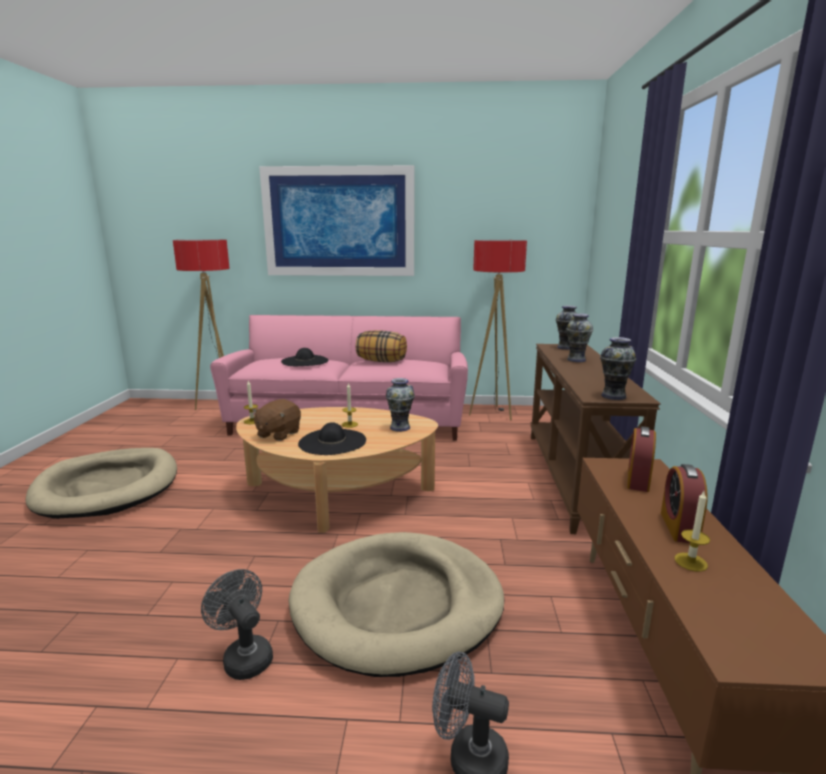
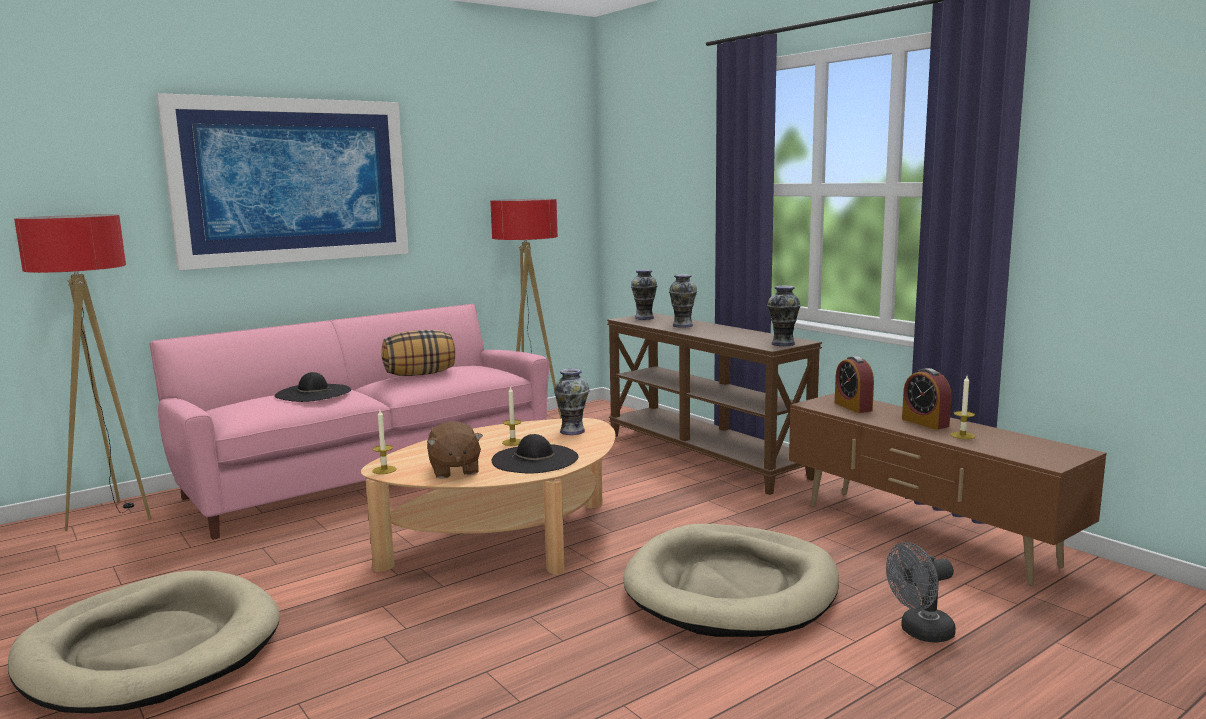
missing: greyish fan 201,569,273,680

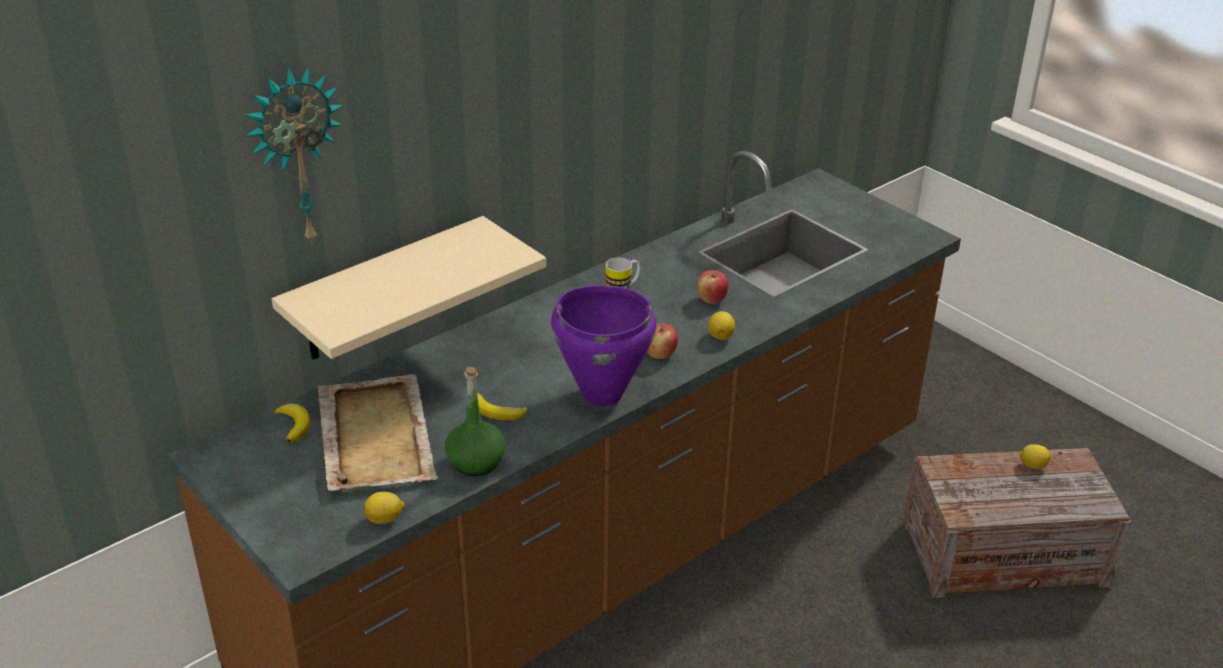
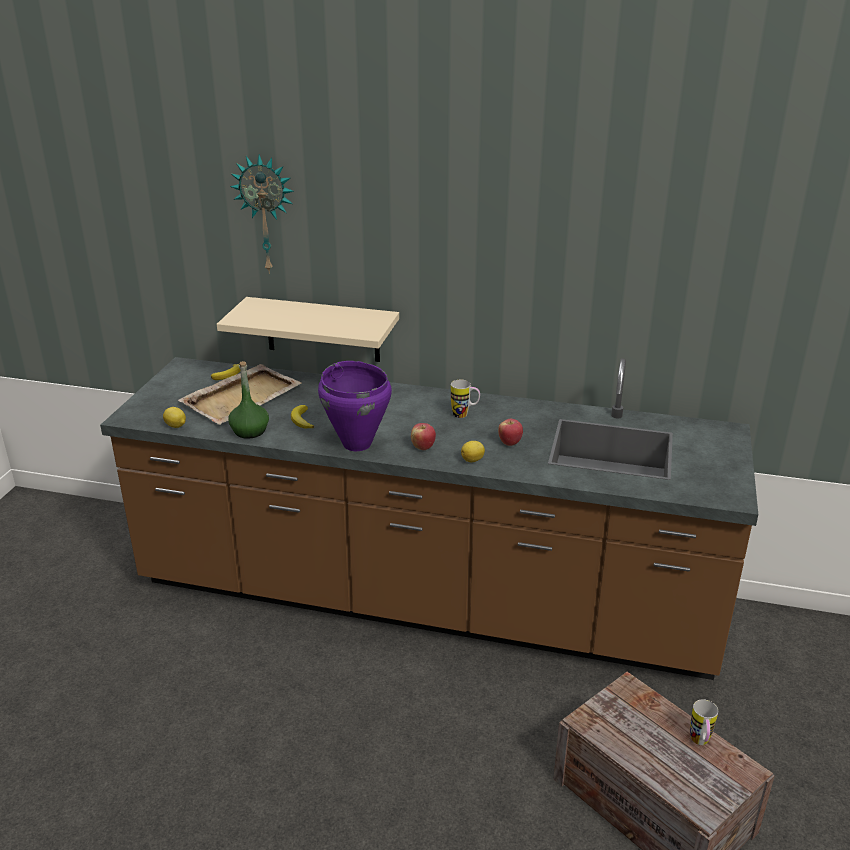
exchanged: lemon 1019,444,1051,469 to tea mug 690,699,718,745

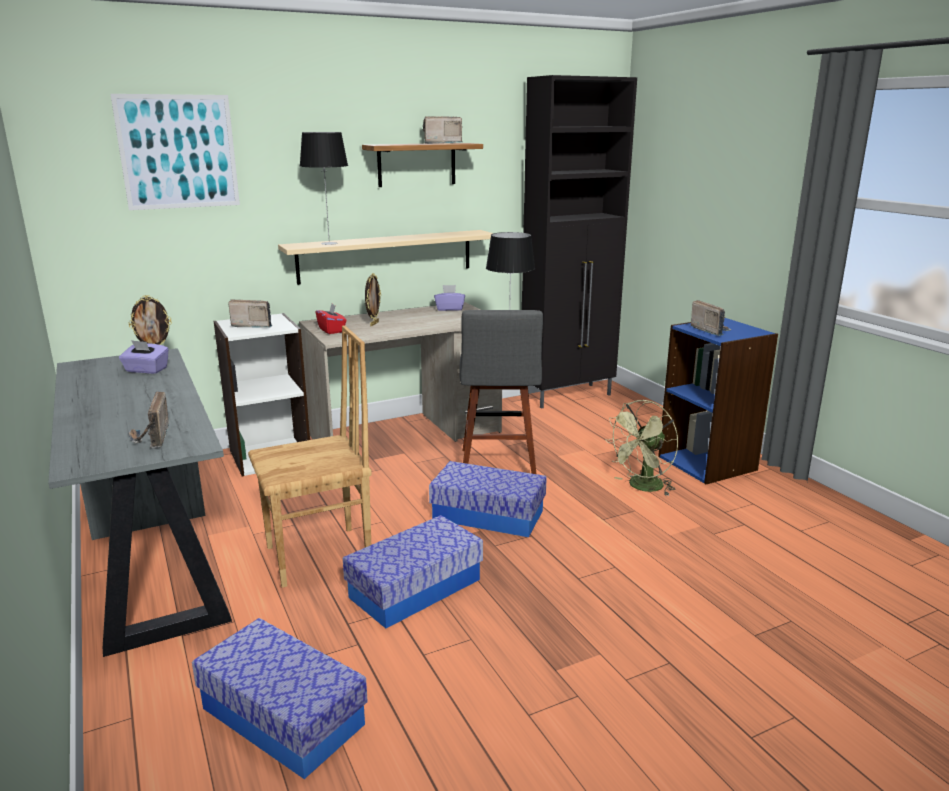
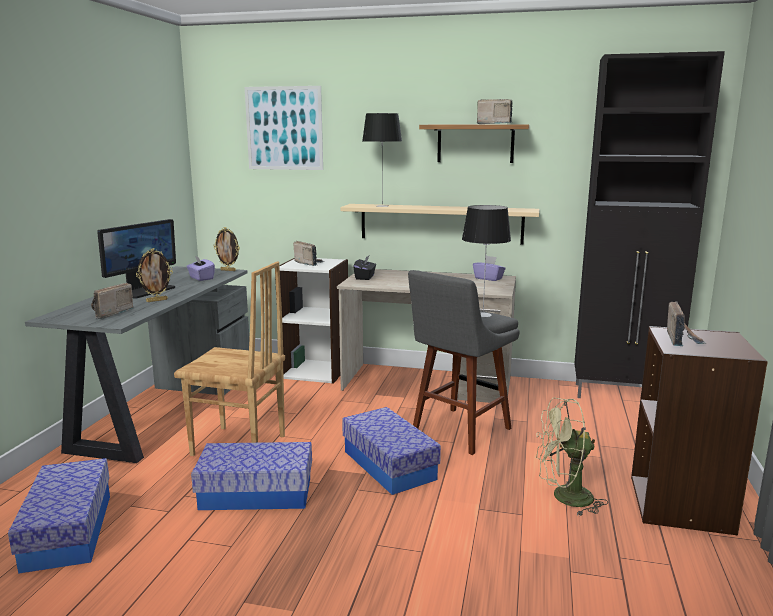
appeared: computer display 97,219,176,299
relocated: standing frame 365,273,381,326 to 136,248,173,302
colour: reddish box of tissues 316,304,346,334 to black-coloured box of tissues 353,255,376,280; blue-coloured shelving unit 658,317,778,484 to brown shelving unit 631,326,768,535

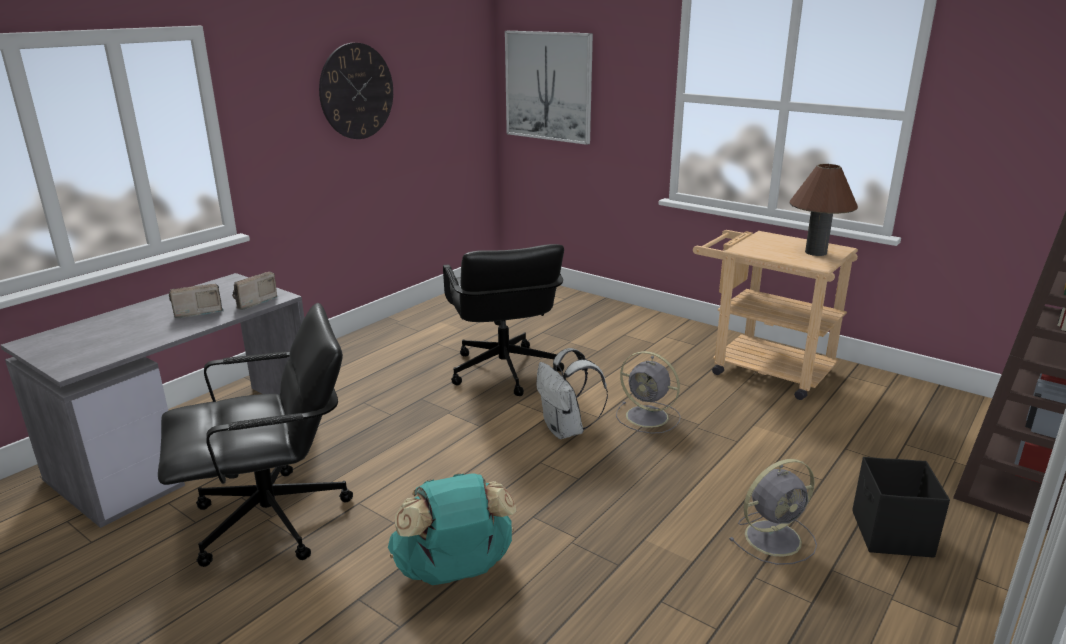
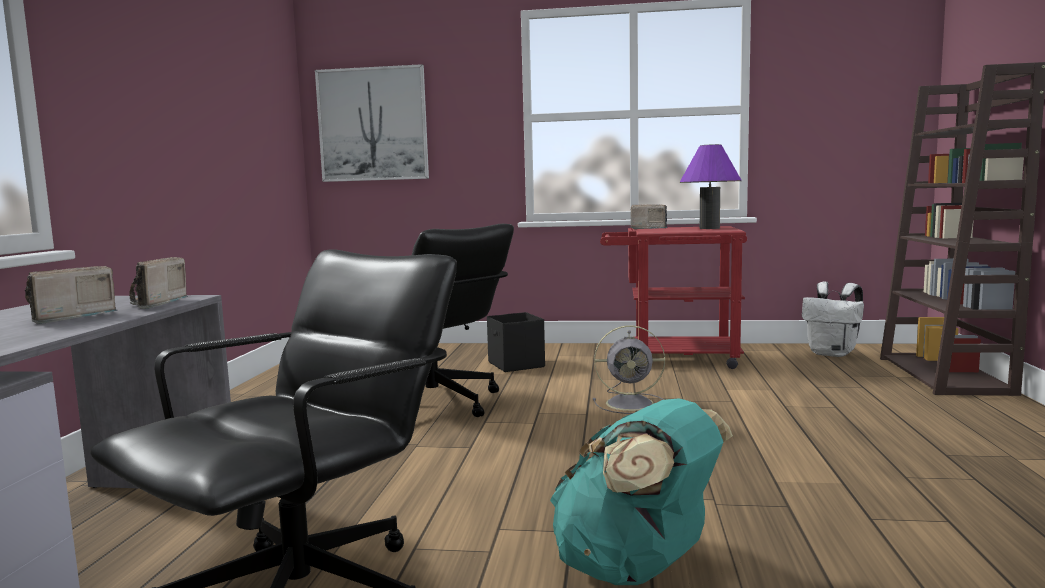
missing: hanging clock 319,43,393,139; greyish fan 729,459,817,565
appeared: radio set 631,204,668,229
relocated: whitish backpack 537,348,608,439 to 802,281,864,357; black-coloured storage box 852,457,950,557 to 487,312,545,372
colour: beige-coloured trolley 693,230,858,400 to reddish trolley 600,226,747,369; brown tabletop lamp 789,164,858,256 to purplish tabletop lamp 680,144,742,229

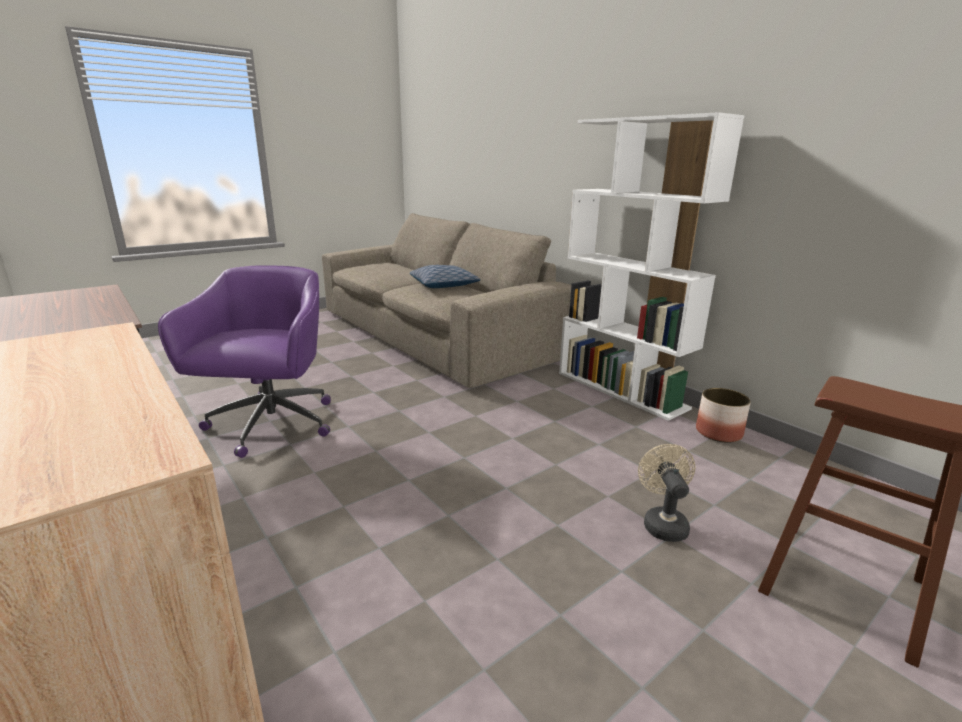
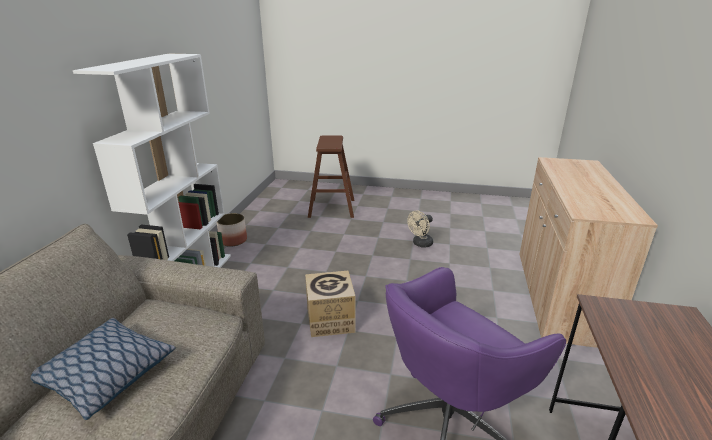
appeared: packing box 305,271,356,337
relocated: beige-coloured fan 638,444,696,542 to 407,210,433,247

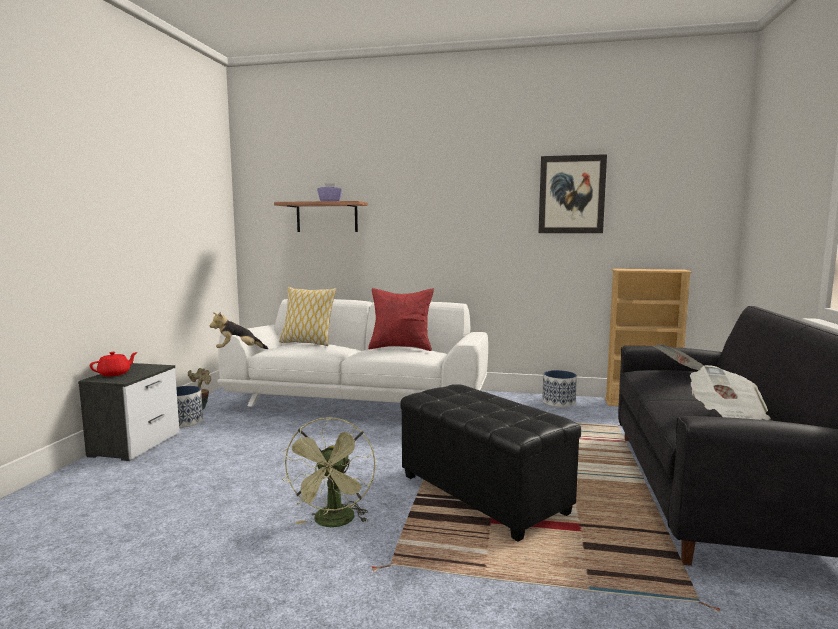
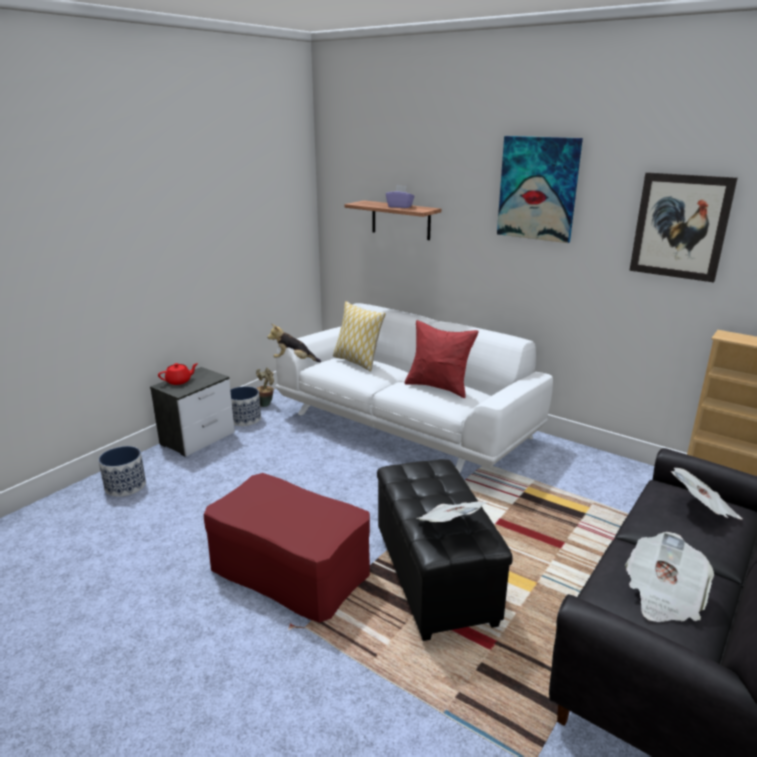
appeared: newspaper 416,501,488,522; wall picture 497,136,583,243
relocated: planter 542,370,577,407 to 99,446,146,497
exchanged: greenish fan 282,417,375,527 to reddish footrest 204,473,370,623

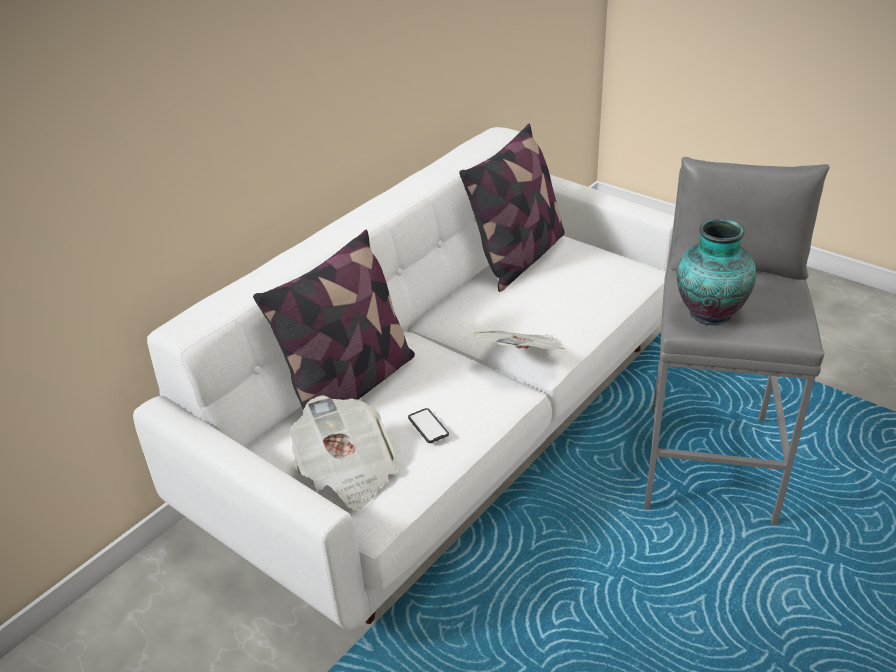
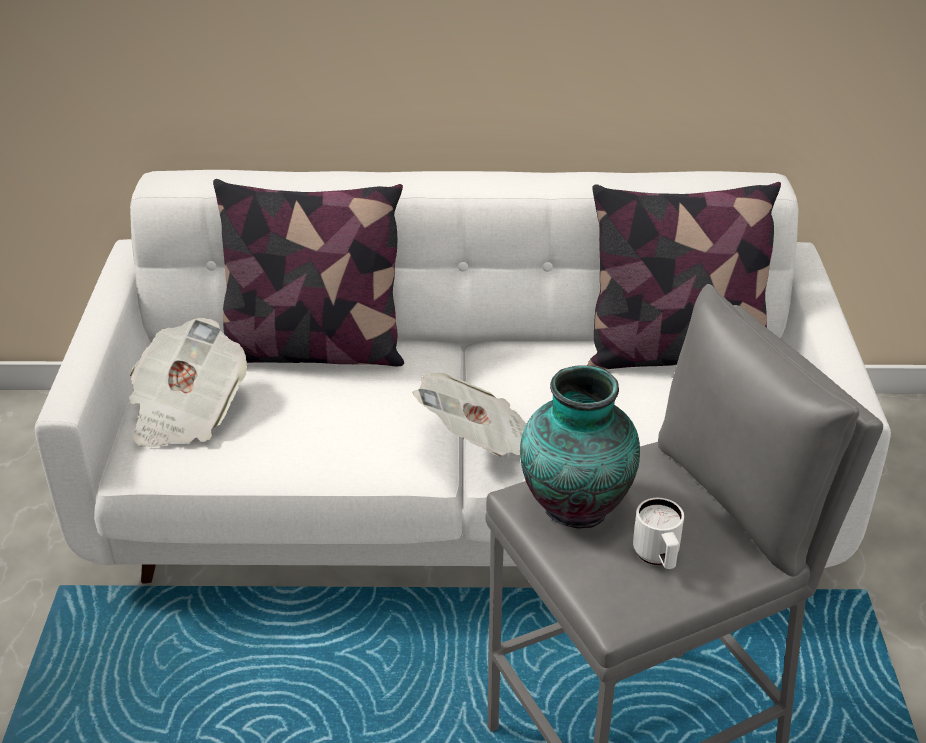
missing: telephone 408,408,449,443
appeared: whitish tea mug 633,498,684,569

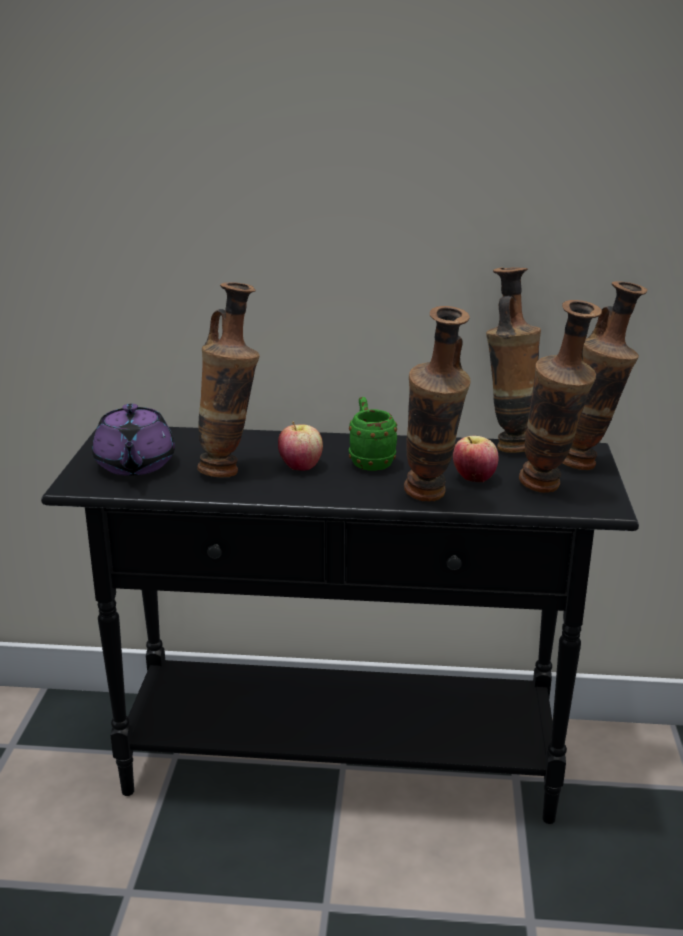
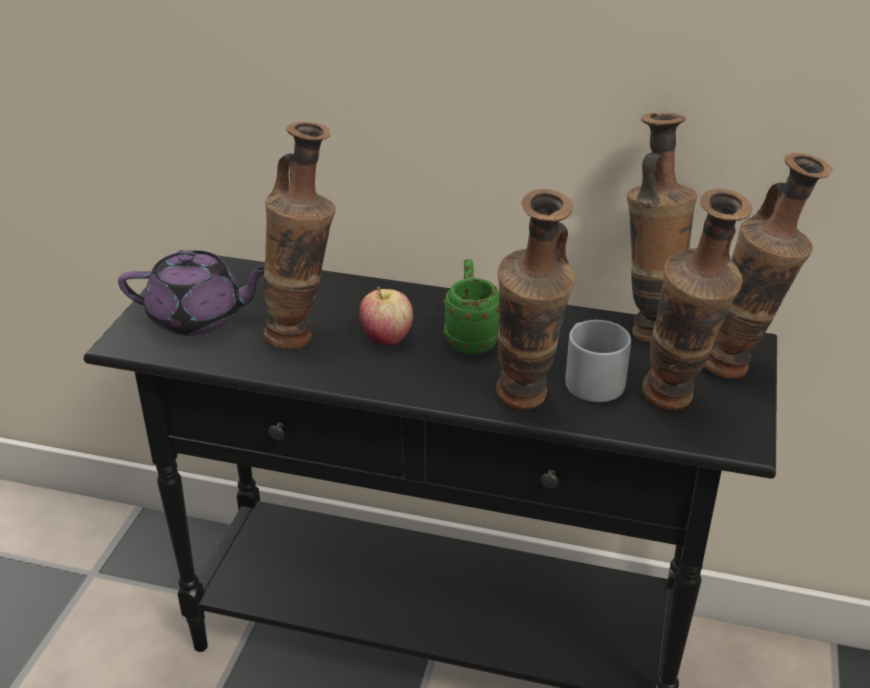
exchanged: apple fruit 453,436,499,482 to greyish tea mug 565,320,631,402
spun: purplish pot for tea 92,404,175,476 = 118,250,264,336 90 degrees counterclockwise

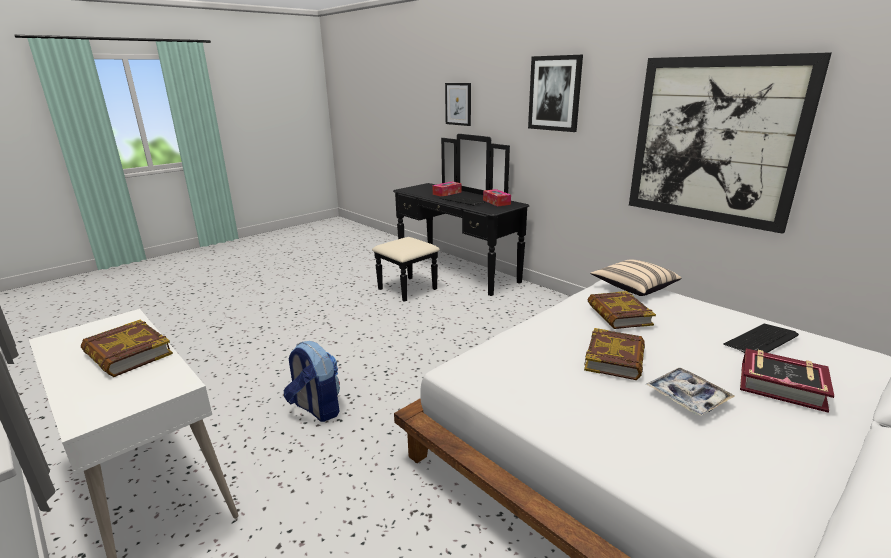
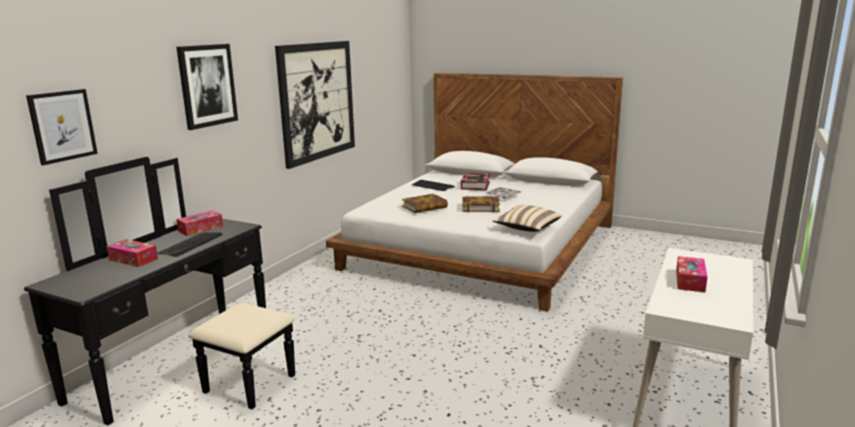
missing: backpack 284,341,340,422
relocated: beige-coloured cushion 590,259,681,296 to 492,205,562,232
exchanged: bound book 81,320,173,377 to box of tissues 676,256,707,292

